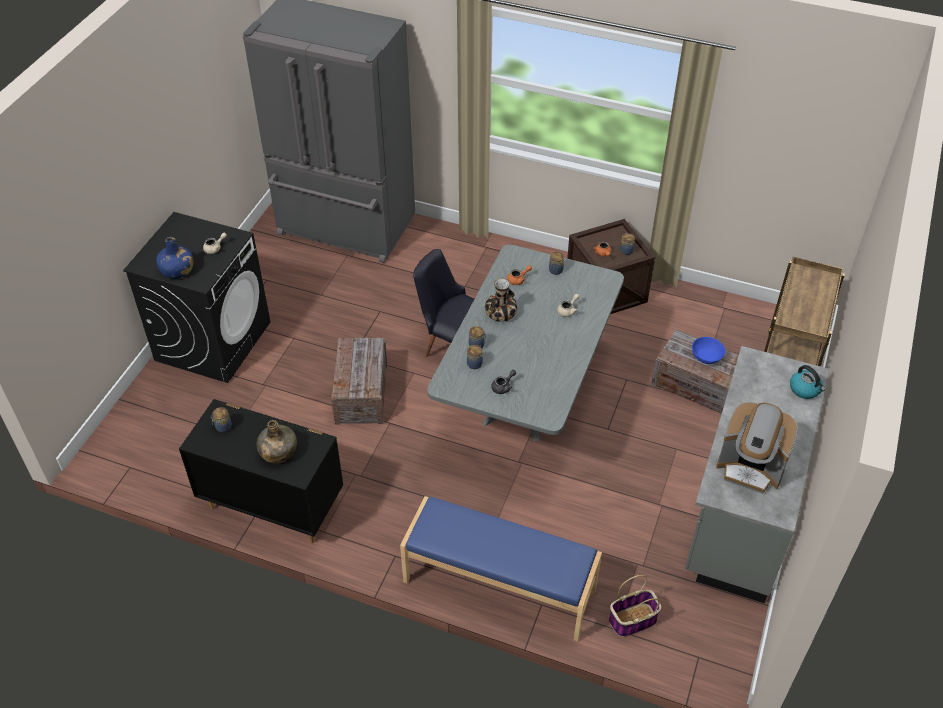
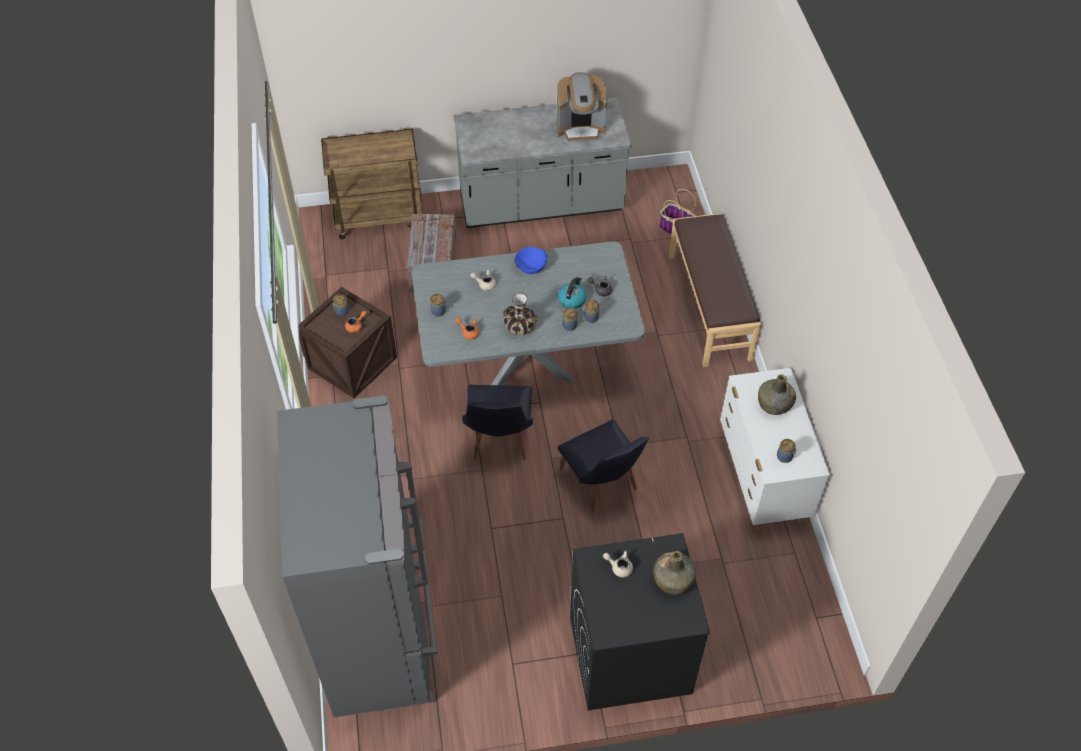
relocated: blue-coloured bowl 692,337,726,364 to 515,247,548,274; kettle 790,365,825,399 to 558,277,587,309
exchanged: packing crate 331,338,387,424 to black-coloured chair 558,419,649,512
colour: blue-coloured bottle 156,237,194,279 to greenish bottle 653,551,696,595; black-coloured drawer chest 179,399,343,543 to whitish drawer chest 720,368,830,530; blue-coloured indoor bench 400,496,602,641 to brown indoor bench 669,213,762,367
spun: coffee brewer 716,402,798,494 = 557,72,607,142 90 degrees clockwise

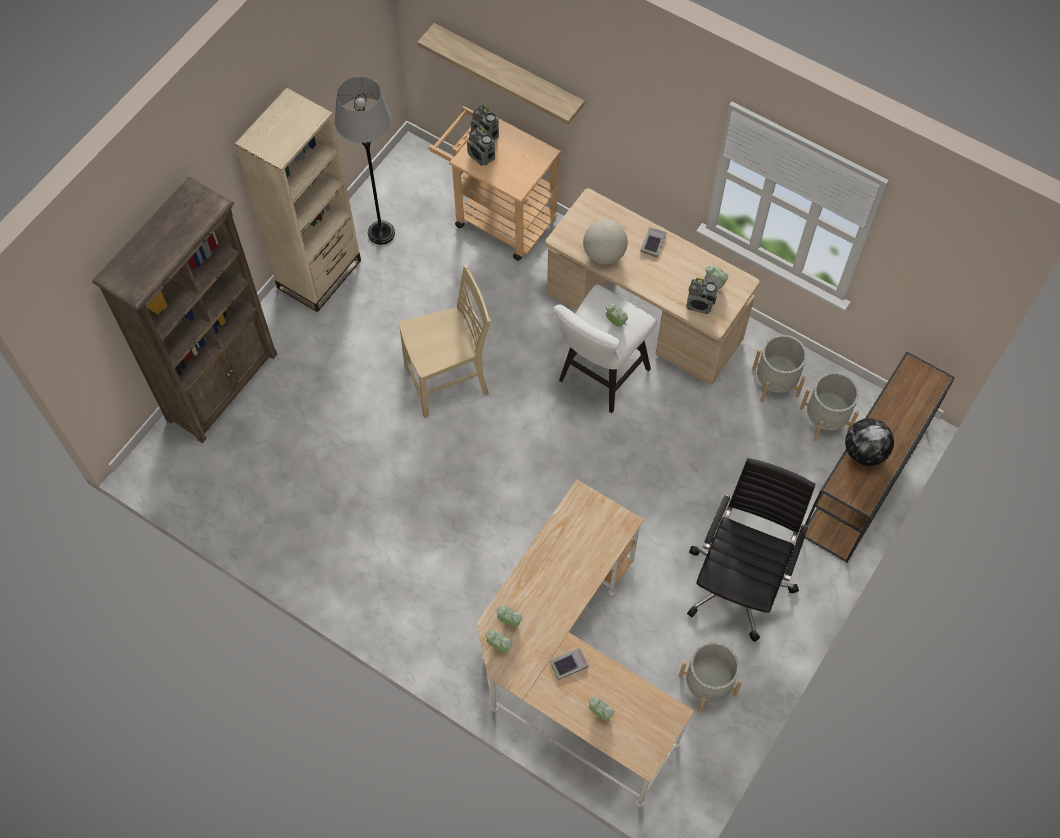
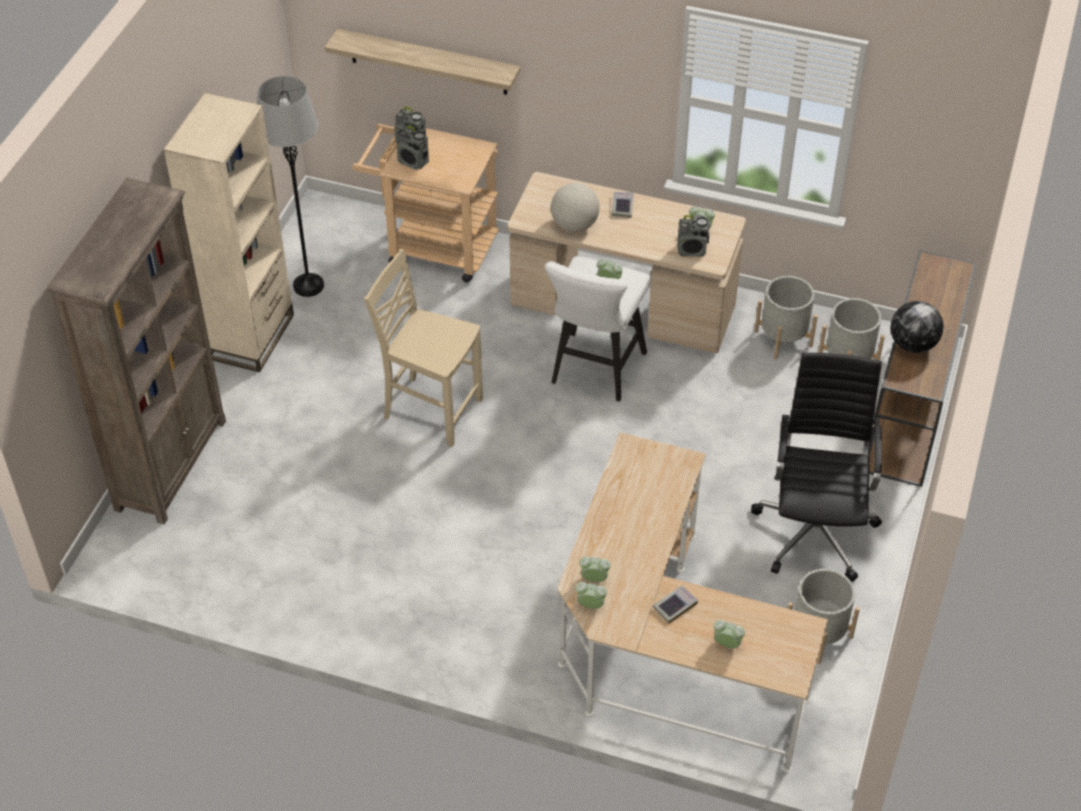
spun: beige-coloured chair 399,265,491,418 = 364,249,483,447 120 degrees counterclockwise

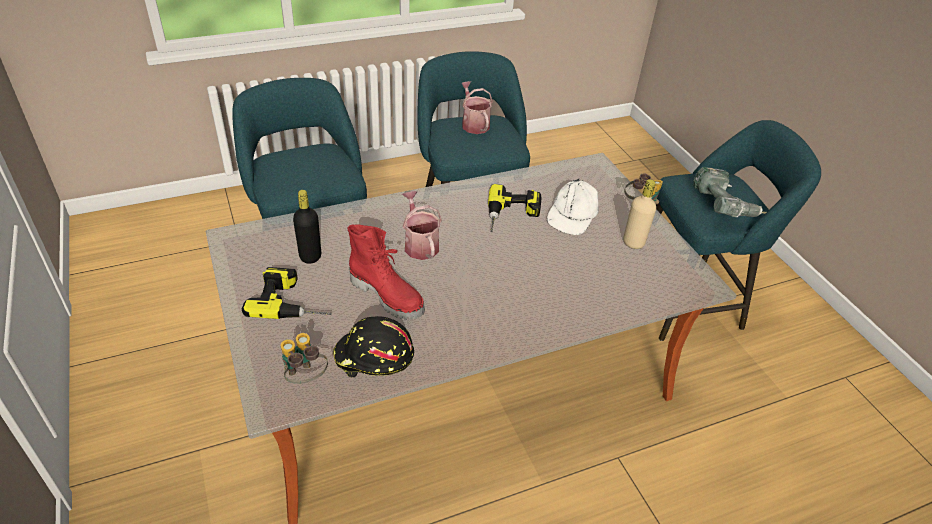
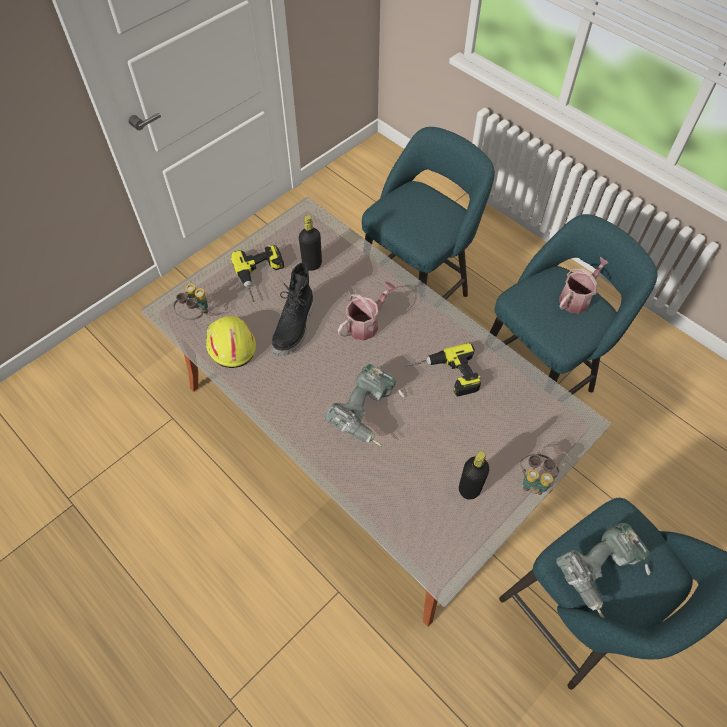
missing: whitish peaked cap 547,179,599,235
appeared: drill 325,364,405,446
colour: black-coloured safety helmet 333,316,414,378 to yellowish safety helmet 206,316,256,368; reddish tall boot 347,225,425,320 to black-coloured tall boot 272,262,314,356; beige-coloured bottle 623,179,656,249 to black-coloured bottle 459,451,489,500

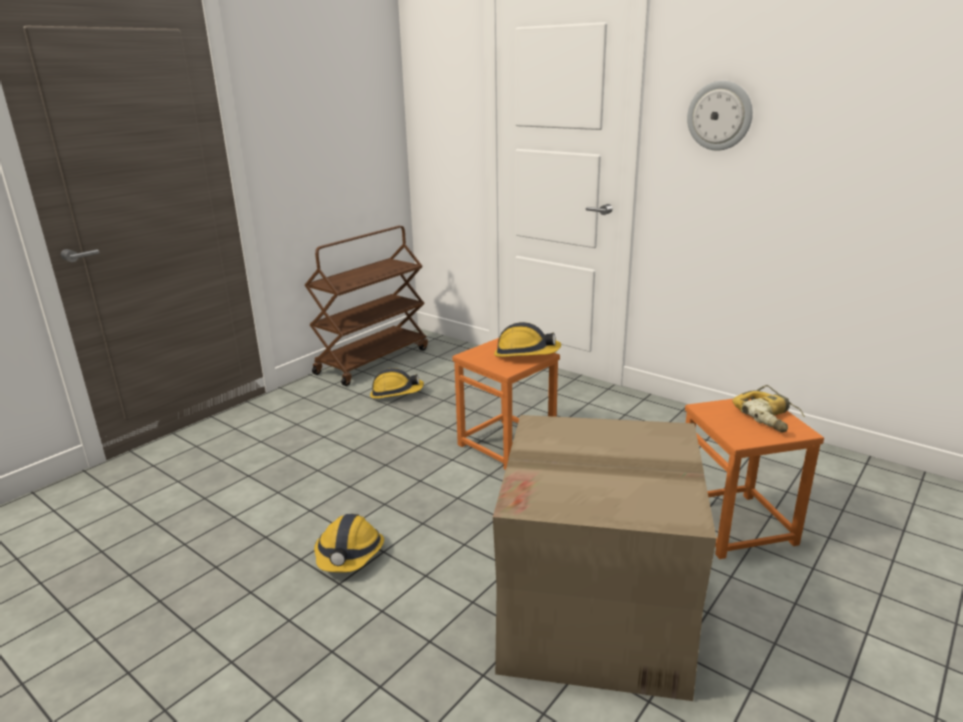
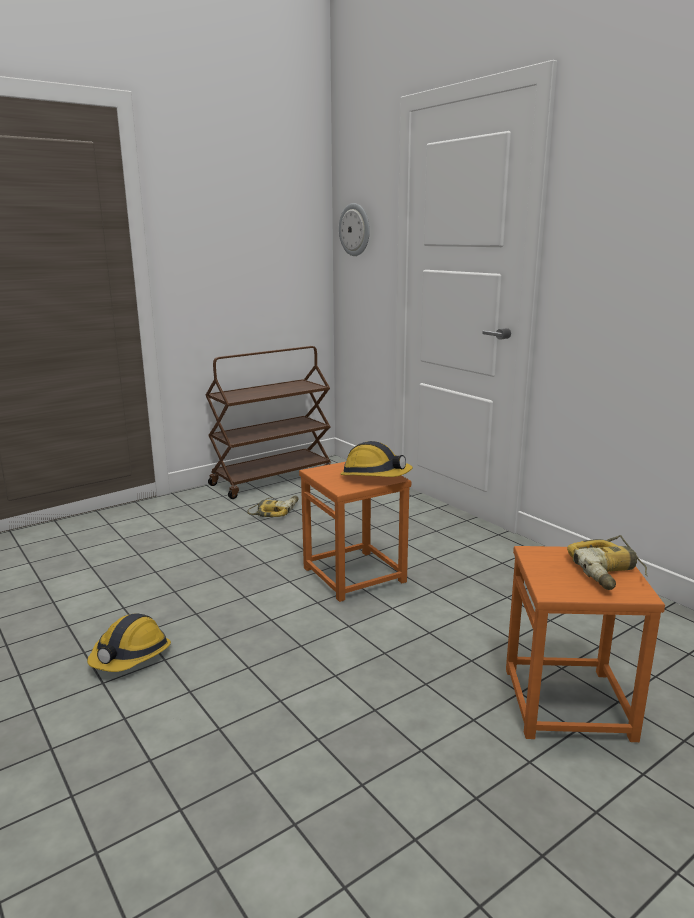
missing: packing box 493,415,717,701
relocated: hanging clock 687,81,753,151 to 339,203,370,256
exchanged: safety helmet 370,368,424,399 to drill 247,496,298,517

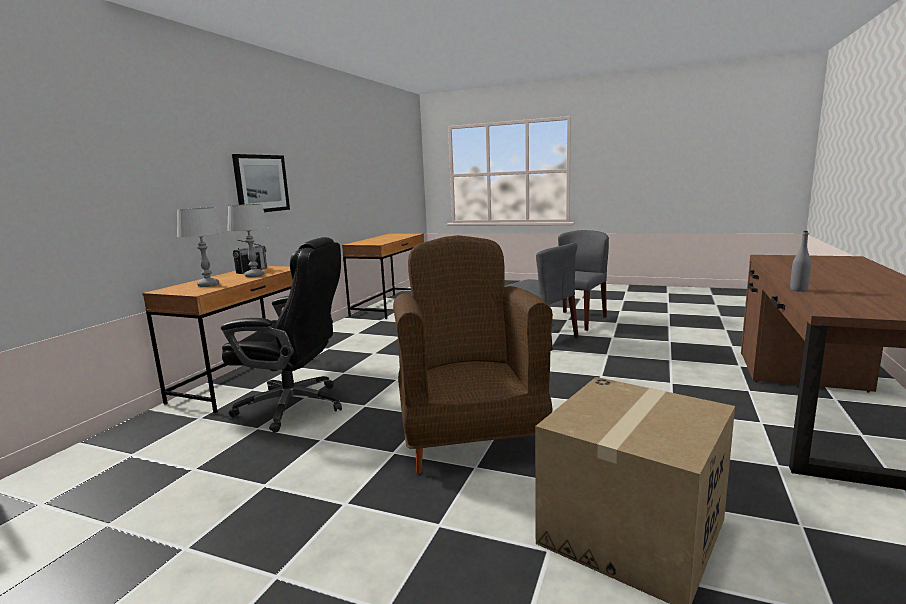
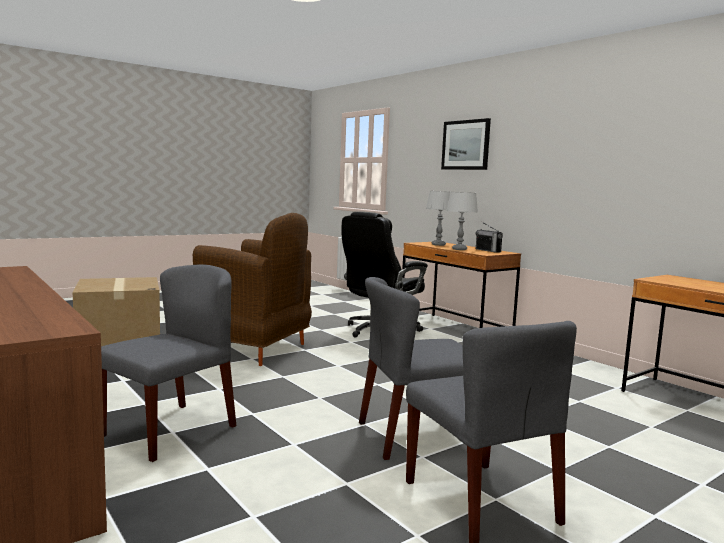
missing: greyish bottle 790,231,811,292
appeared: greyish chair 101,265,236,462
relocated: wall picture 232,154,290,212 to 441,118,491,170

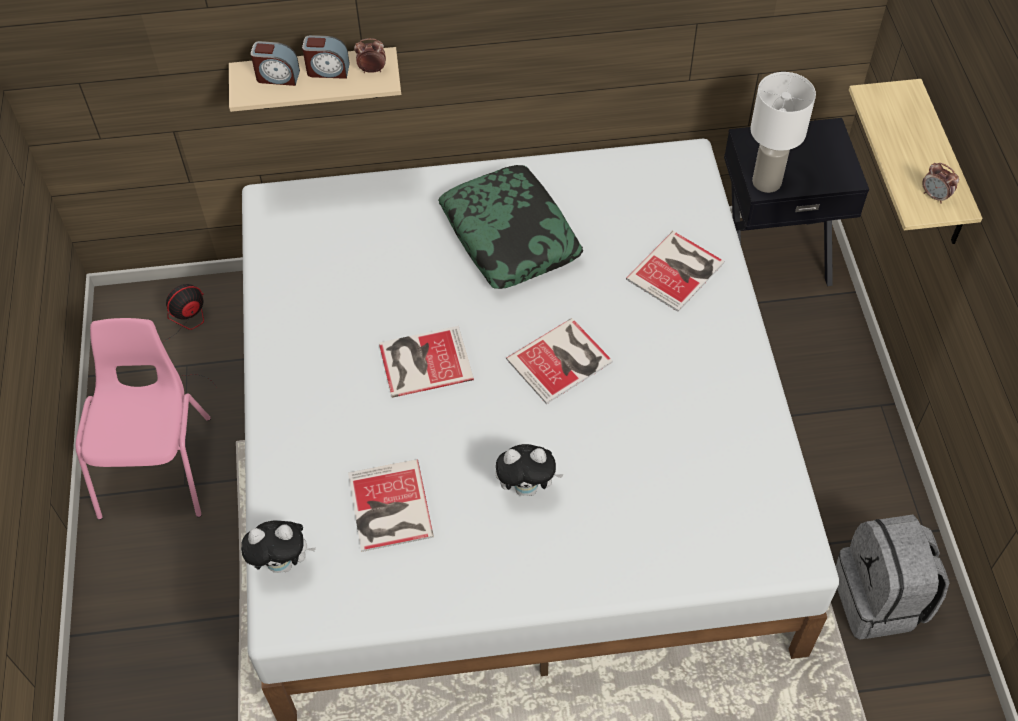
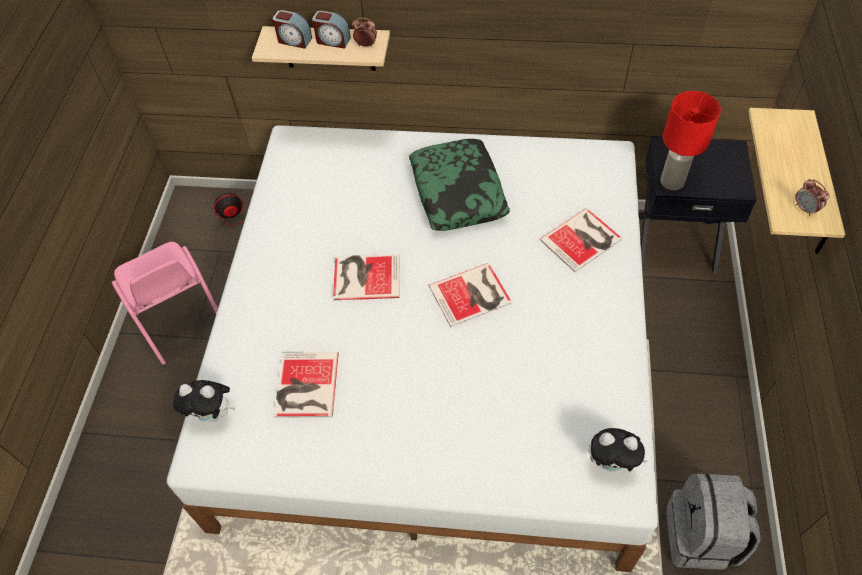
relocated: soft toy 495,444,564,496 to 588,428,647,472
colour: whitish tabletop lamp 750,72,816,193 to reddish tabletop lamp 660,91,721,190
spun: pink-coloured chair 75,318,211,520 = 112,242,218,365 135 degrees clockwise

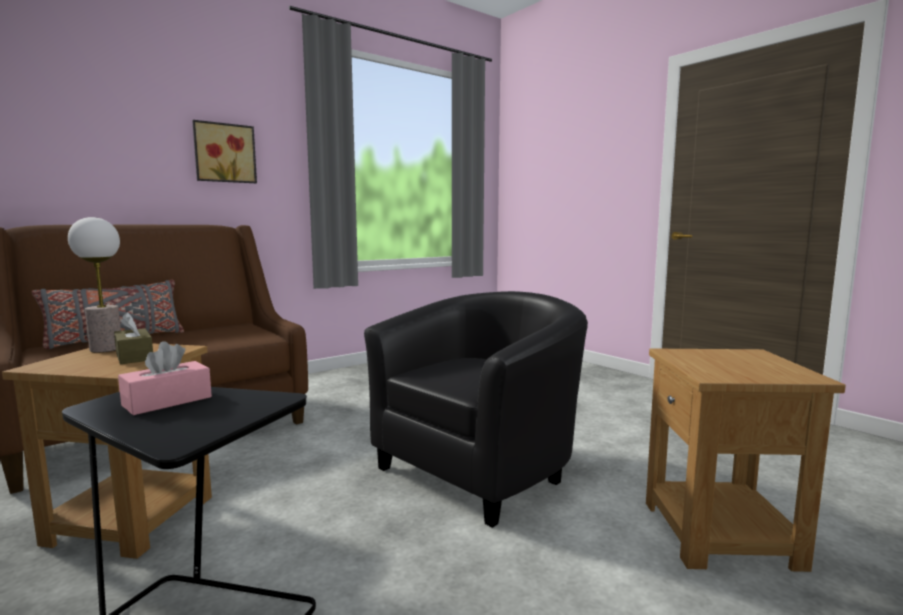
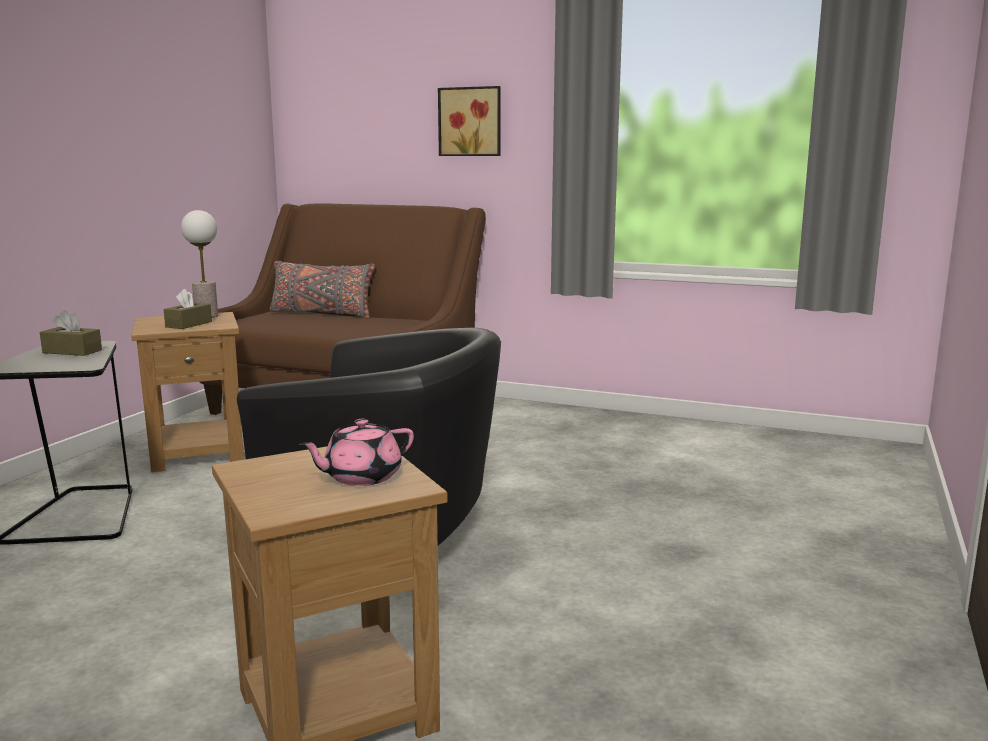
appeared: pink-coloured pot for tea 299,419,414,486
colour: pink-coloured box of tissues 118,341,212,415 to brown box of tissues 40,310,102,356

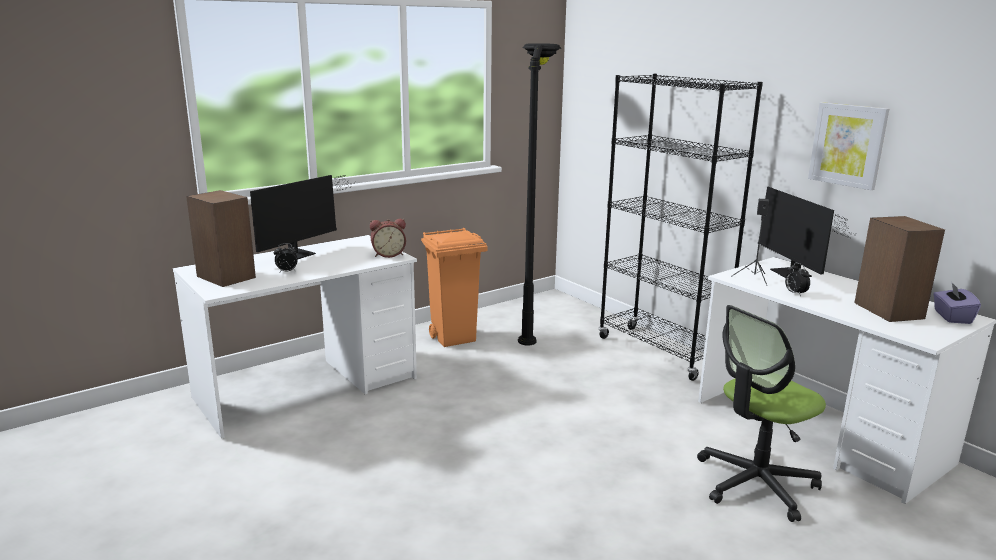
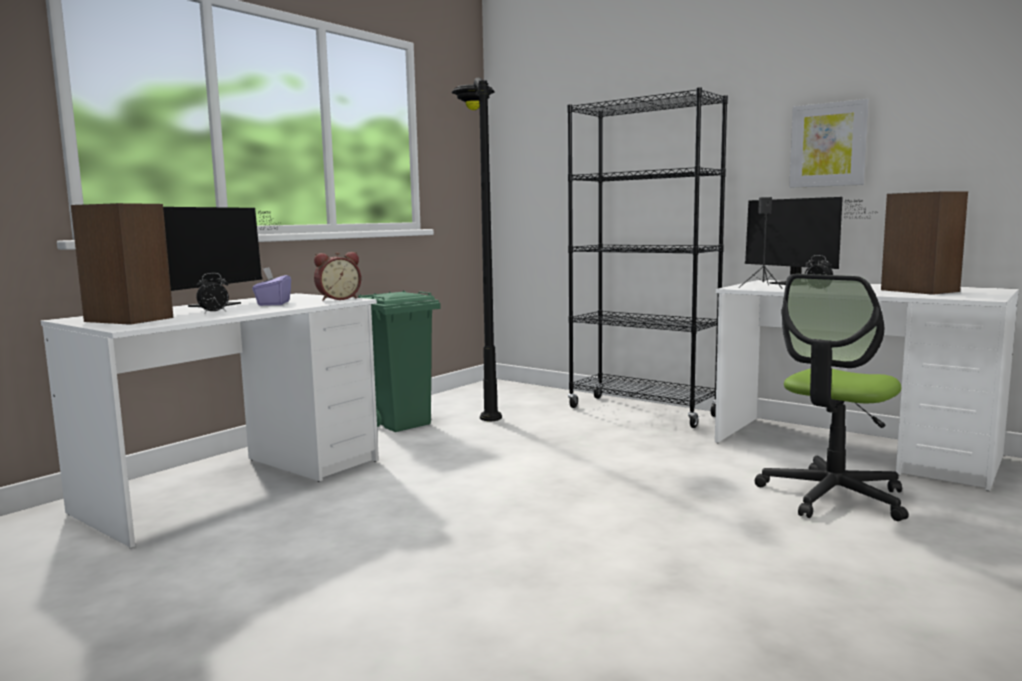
relocated: purplish box of tissues 933,281,981,324 to 252,267,291,306
colour: orange trash can 421,228,487,347 to greenish trash can 358,290,440,432

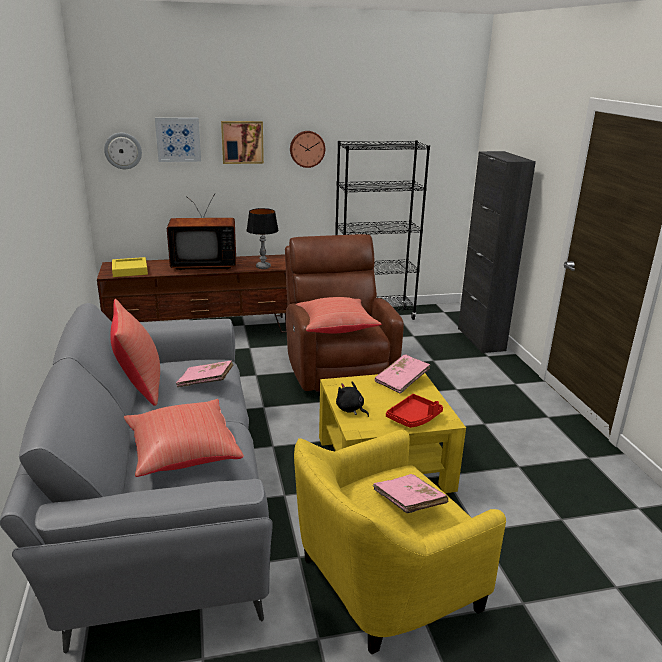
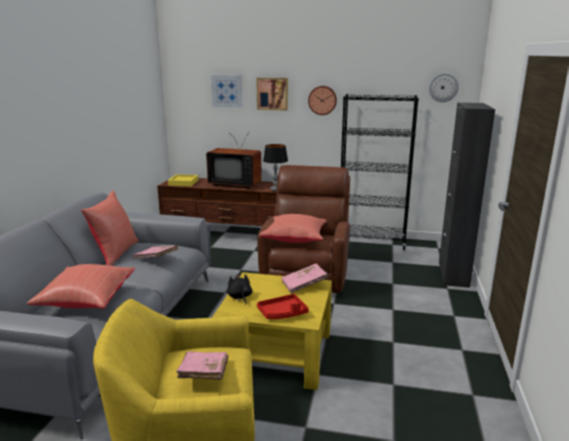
relocated: hanging clock 104,133,142,169 to 429,73,459,102

